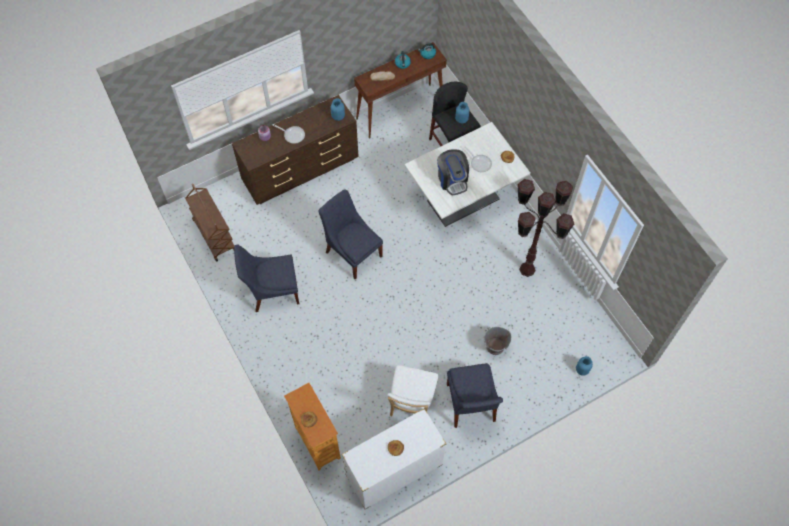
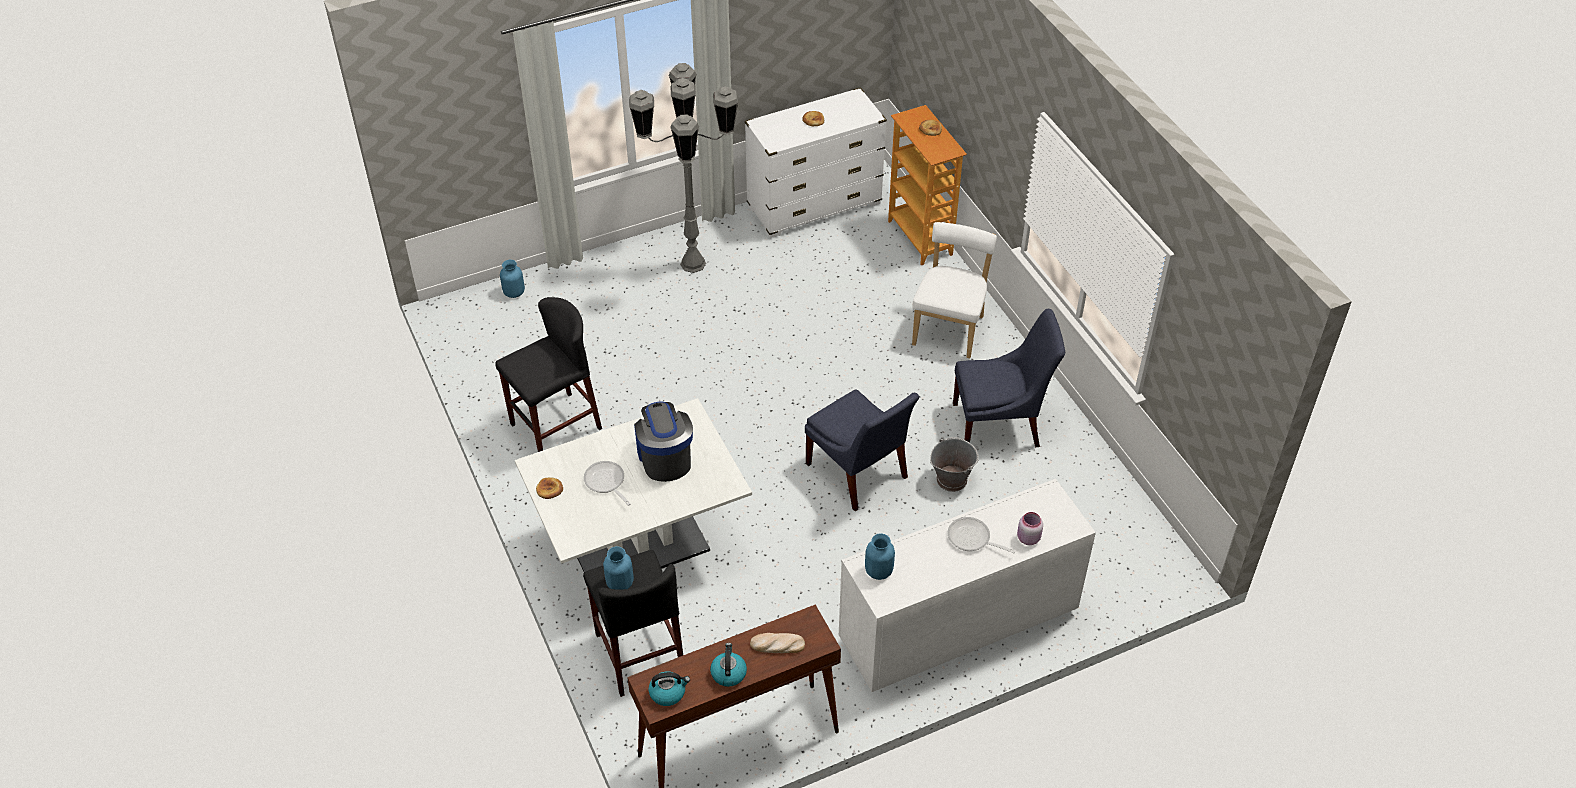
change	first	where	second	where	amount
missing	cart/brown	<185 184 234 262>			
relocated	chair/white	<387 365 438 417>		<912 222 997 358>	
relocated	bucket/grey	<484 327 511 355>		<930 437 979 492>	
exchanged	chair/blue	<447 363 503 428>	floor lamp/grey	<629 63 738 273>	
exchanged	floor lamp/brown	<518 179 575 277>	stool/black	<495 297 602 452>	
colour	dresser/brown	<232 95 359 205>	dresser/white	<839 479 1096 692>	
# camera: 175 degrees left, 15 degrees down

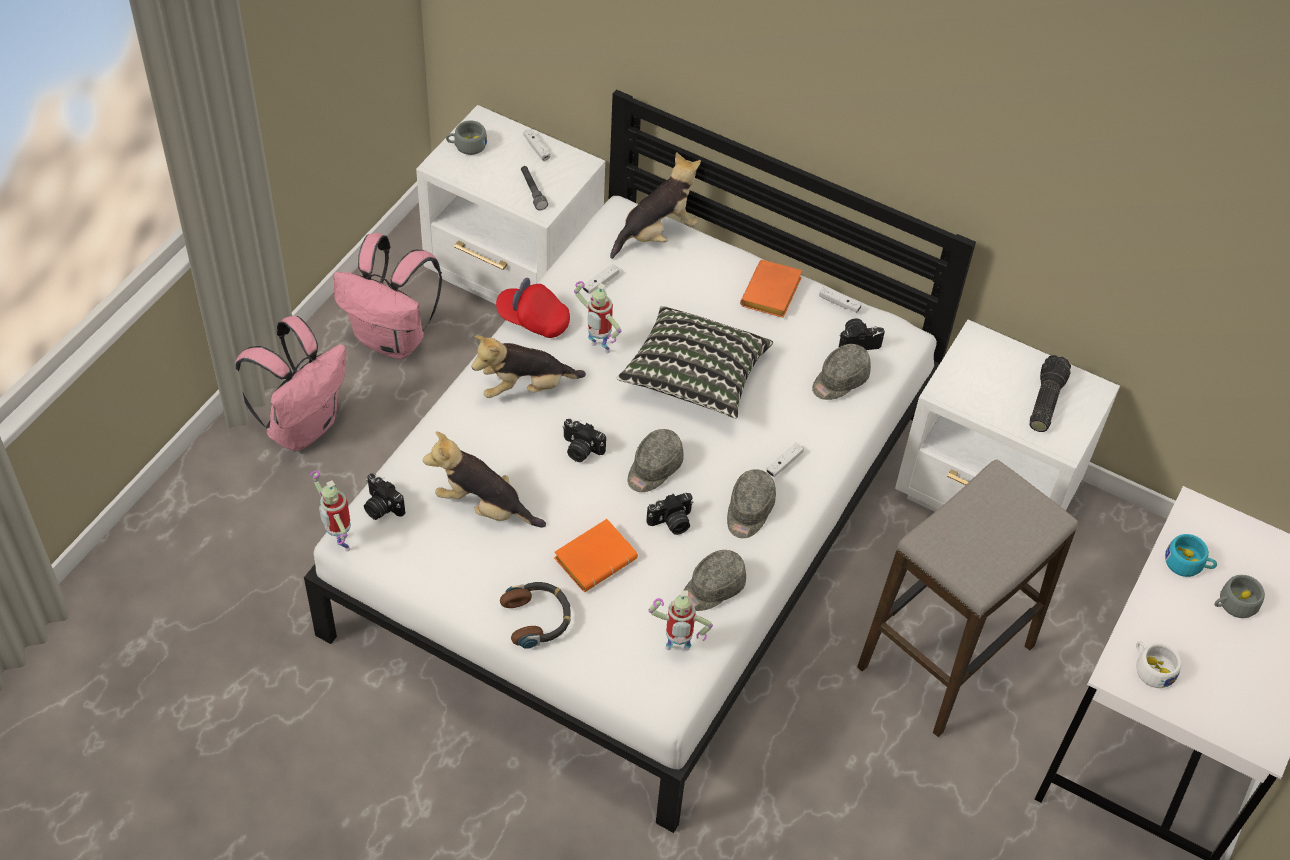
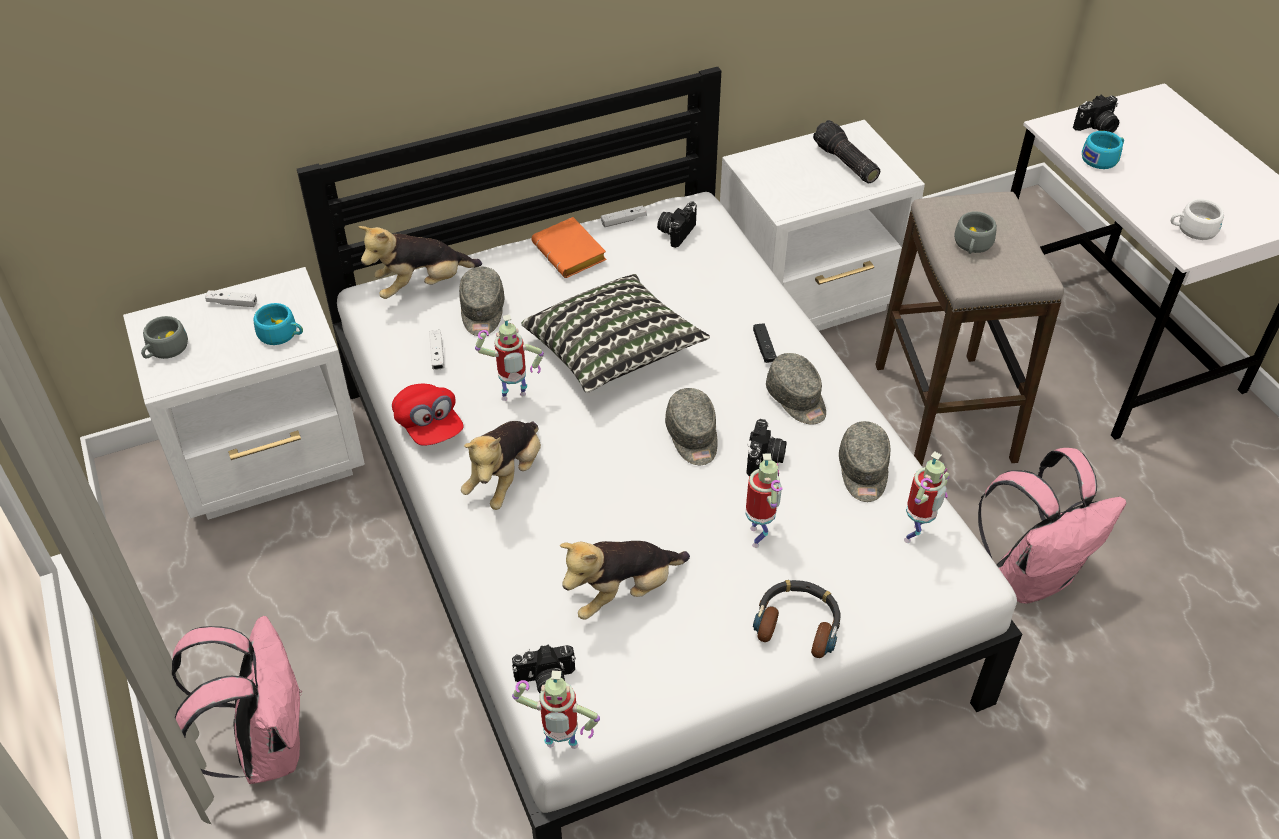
change	first	where	second	where	amount
relocated	backpack/pink	<333 233 442 359>		<978 448 1126 603>	
relocated	photo camera	<562 419 606 462>		<1073 95 1119 133>	
relocated	cap/grey	<812 344 871 400>		<459 266 505 336>	
relocated	cup/grey	<1215 575 1265 618>		<954 211 997 254>	
exchanged	flashlight/grey	<521 166 548 211>	cup/turquoise	<253 303 303 345>	
exchanged	book/orange	<554 519 638 592>	toy robot	<745 453 783 548>	
colour	game controller/white	<766 443 804 477>	game controller/black	<753 323 777 363>	
spun	cap/red	<496 278 570 338>		<392 384 464 446>	90 degrees counterclockwise
spun	plush toy	<610 152 701 259>		<359 226 482 299>	120 degrees counterclockwise
# camera: 50 degrees left, 5 degrees down

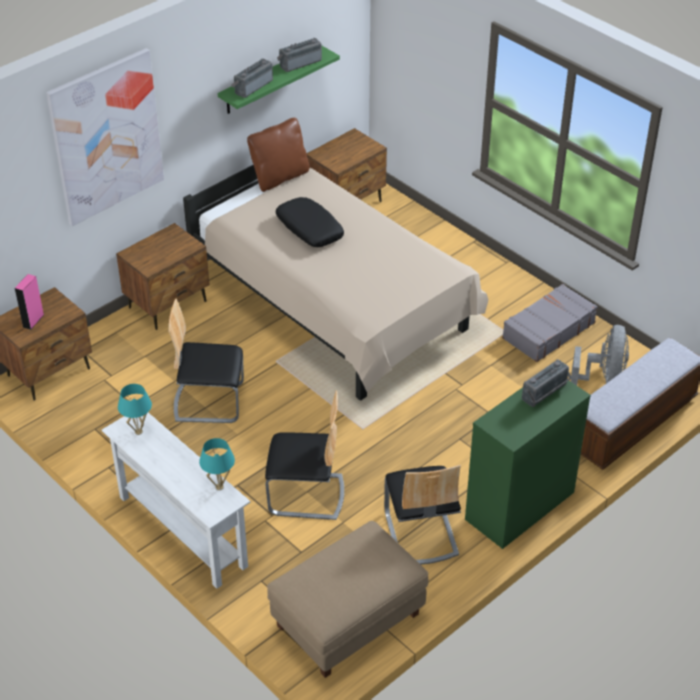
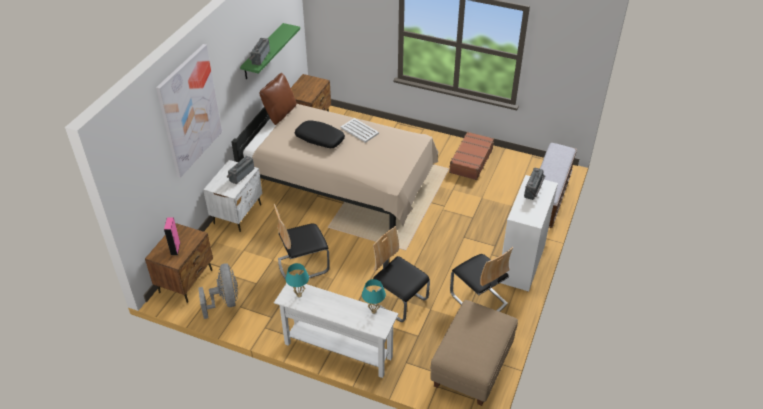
change	first	where	second	where	amount
appeared			tray/white	<341 118 379 143>	
relocated	radio	<277 38 322 72>		<226 156 254 184>	
relocated	fan/grey	<571 325 629 385>		<198 264 238 319>	
colour	nightstand/brown	<116 223 210 330>	nightstand/white	<203 160 262 232>	
colour	dresser/green	<465 381 591 549>	dresser/white	<501 175 558 291>	
colour	suitcase/grey	<502 284 598 362>	suitcase/brown	<449 132 494 180>	
spun	chair	<265 391 344 520>		<373 226 430 322>	120 degrees counterclockwise
# camera: 25 degrees left, 0 degrees up

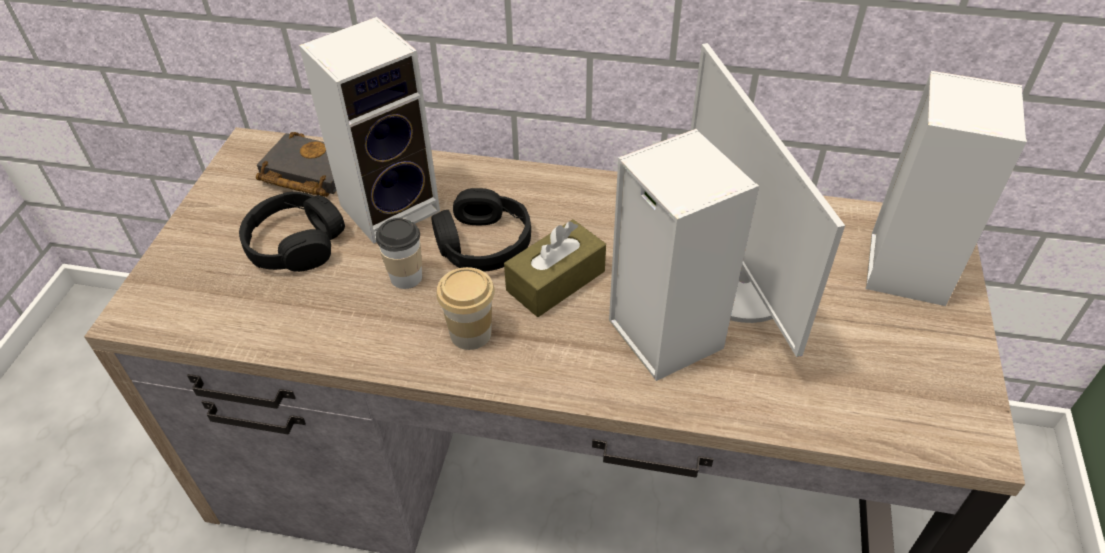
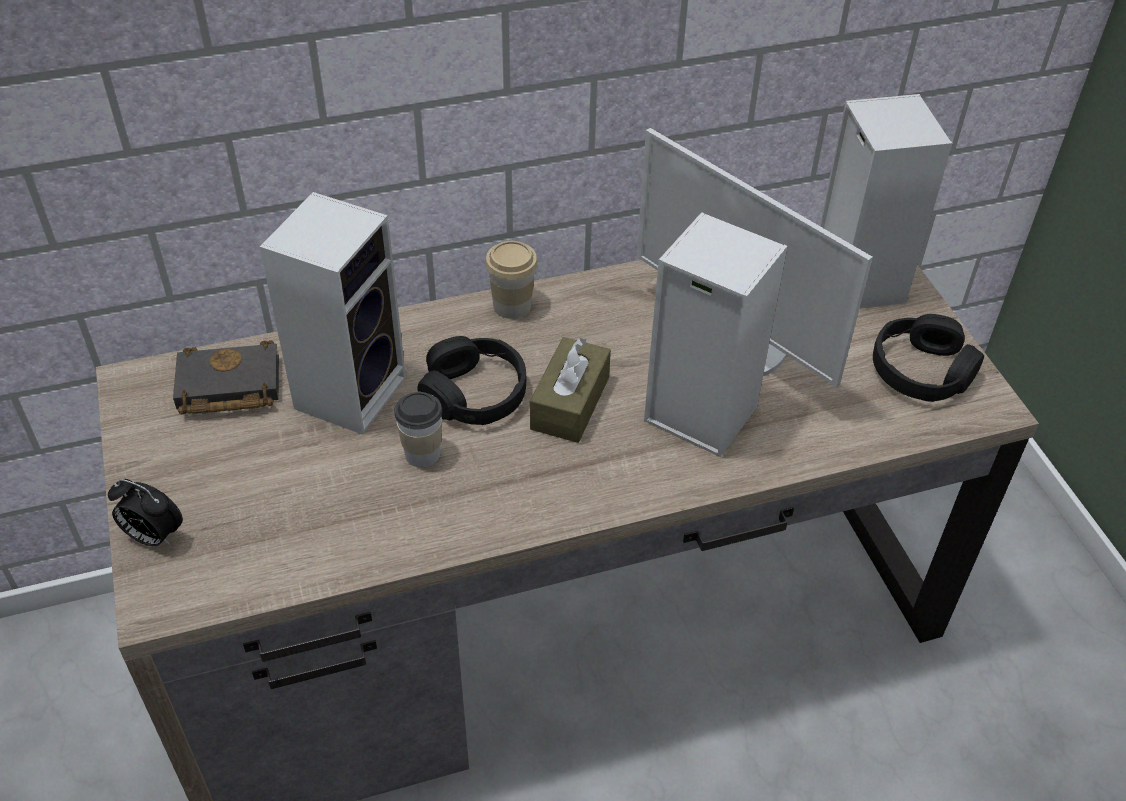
change	first	where	second	where	amount
appeared			alarm clock	<108 479 183 547>	
relocated	headphones/black	<239 191 345 272>		<873 314 984 402>	
relocated	cup	<436 267 495 350>		<485 241 538 319>	
# camera: 30 degrees left, 0 degrees up

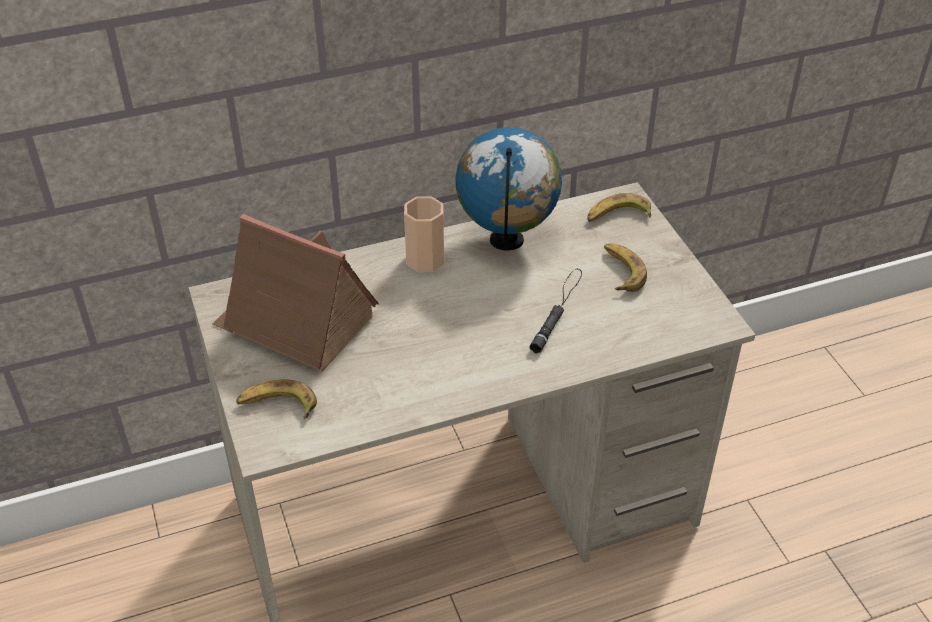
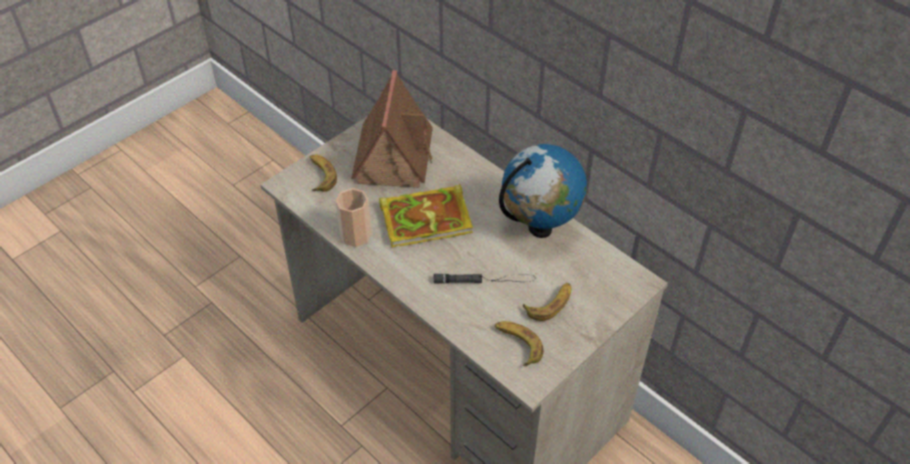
change	first	where	second	where	amount
appeared			book	<379 184 473 247>	
relocated	cup	<404 196 444 272>		<335 188 372 247>	
relocated	banana	<587 193 651 222>		<494 321 543 366>	
# camera: 65 degrees right, 5 degrees up

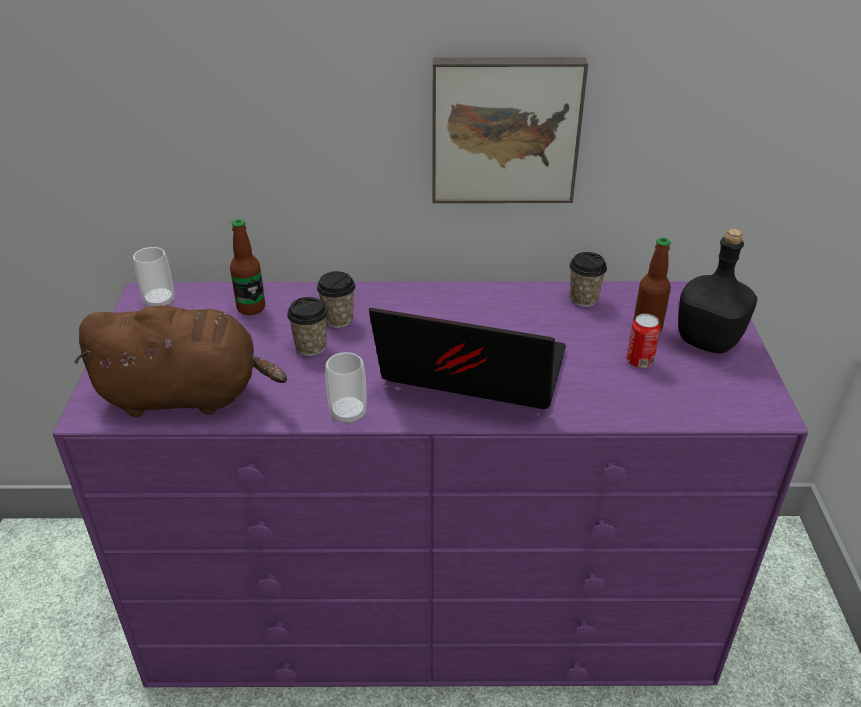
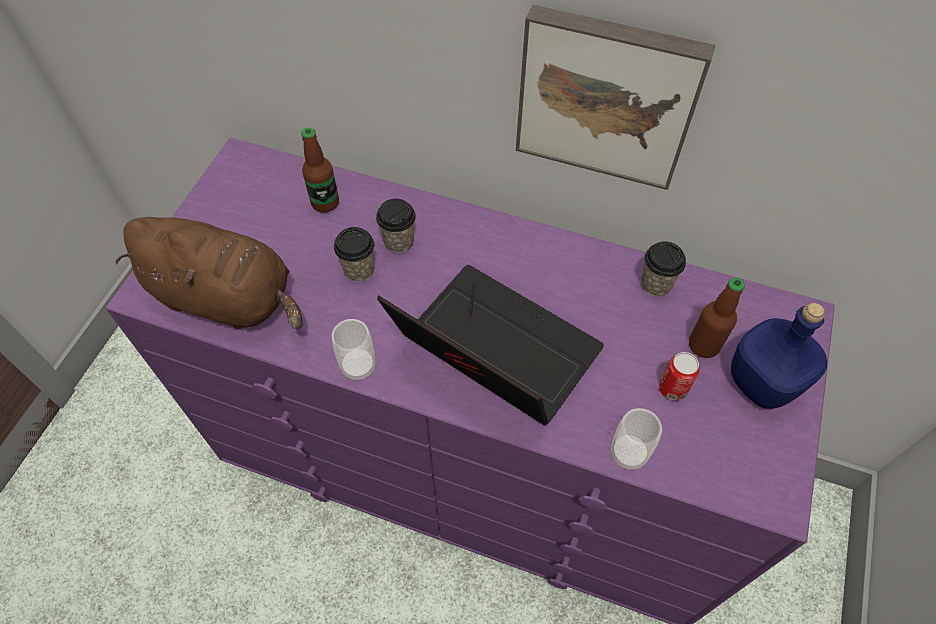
change	first	where	second	where	amount
relocated	cup	<133 247 175 307>		<611 408 662 470>	
colour	bottle/black	<678 229 757 354>	bottle/blue	<731 303 827 409>	
# camera: 20 degrees right, 20 degrees up

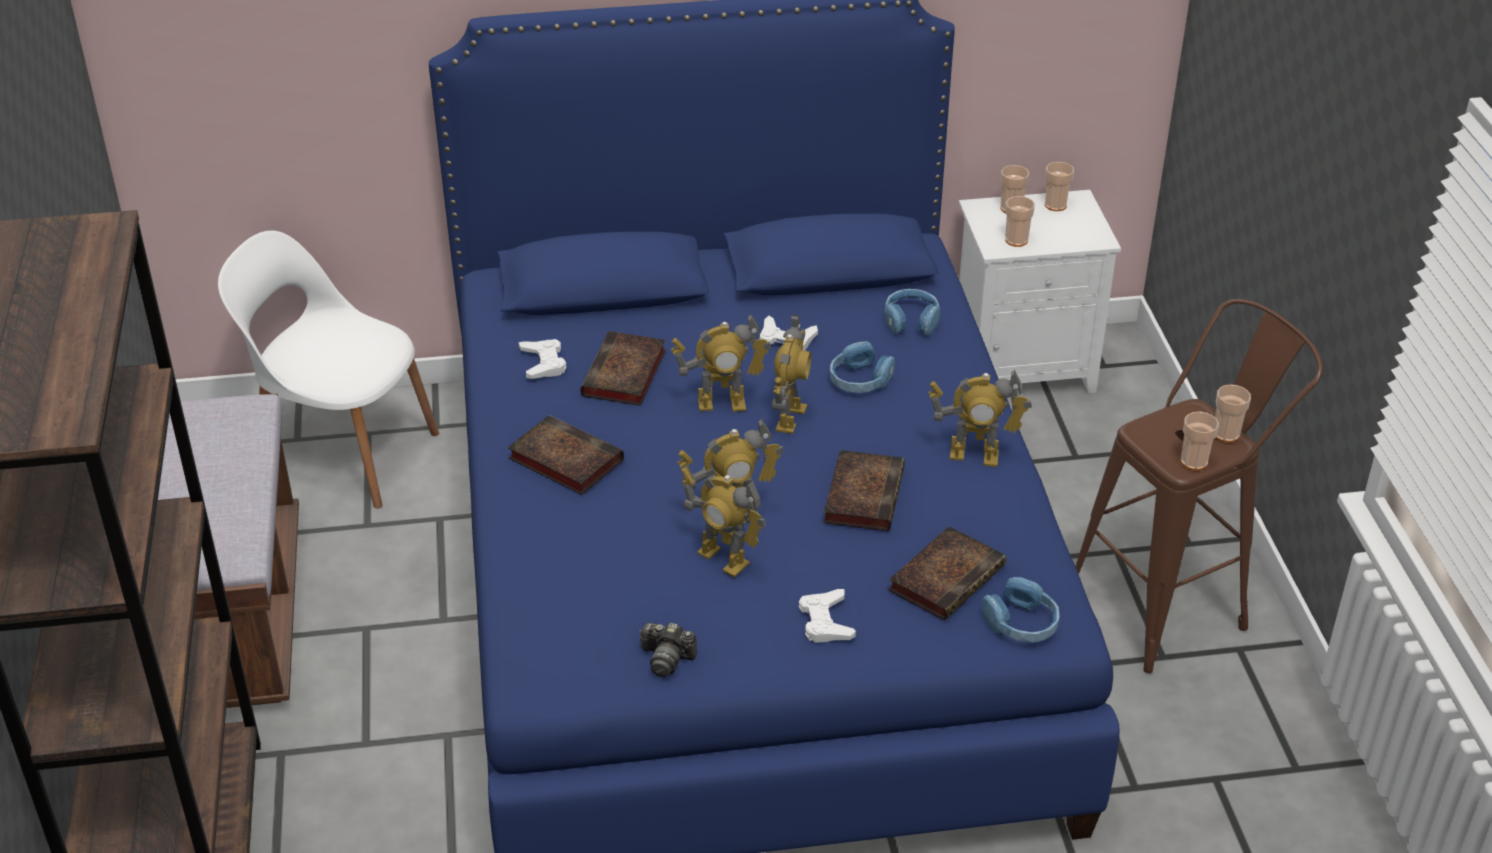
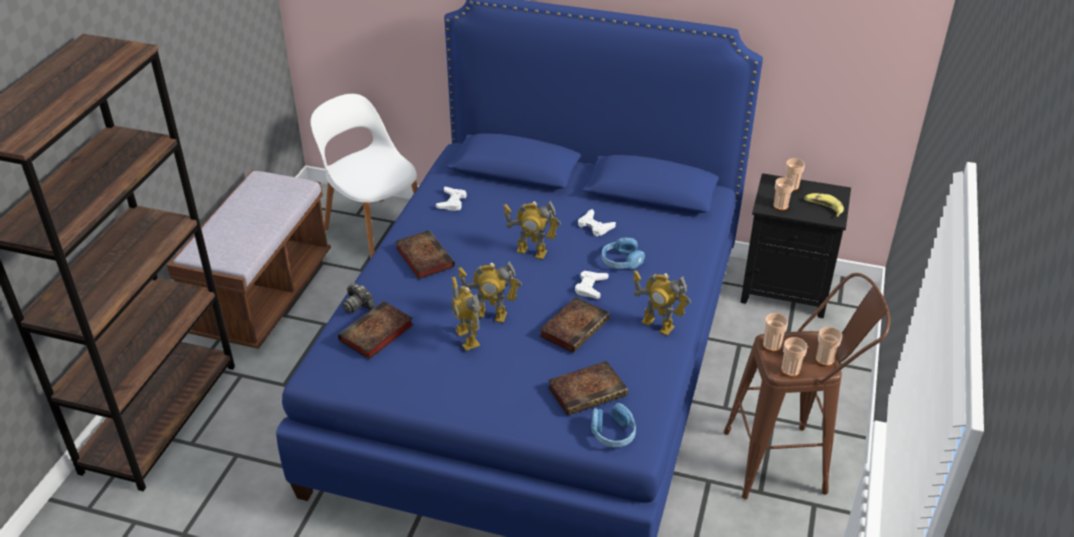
change	first	where	second	where	amount
missing	toy robot	<772 315 811 434>			
missing	headphones/blue	<884 289 940 336>			
appeared			banana	<804 193 844 217>	
relocated	book	<580 331 666 406>		<338 301 414 359>	
relocated	photo camera	<639 623 697 677>		<342 283 375 313>	
relocated	game controller/white	<799 589 856 643>		<575 271 609 299>	
relocated	cup	<1045 162 1074 211>		<763 313 788 352>	
colour	nightstand/white	<959 190 1121 393>	nightstand/black	<740 173 851 318>	
# camera: 25 degrees right, 0 degrees up

